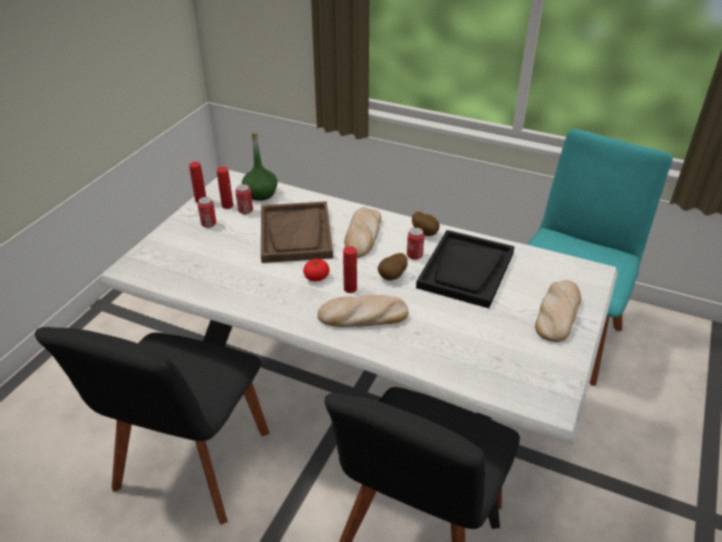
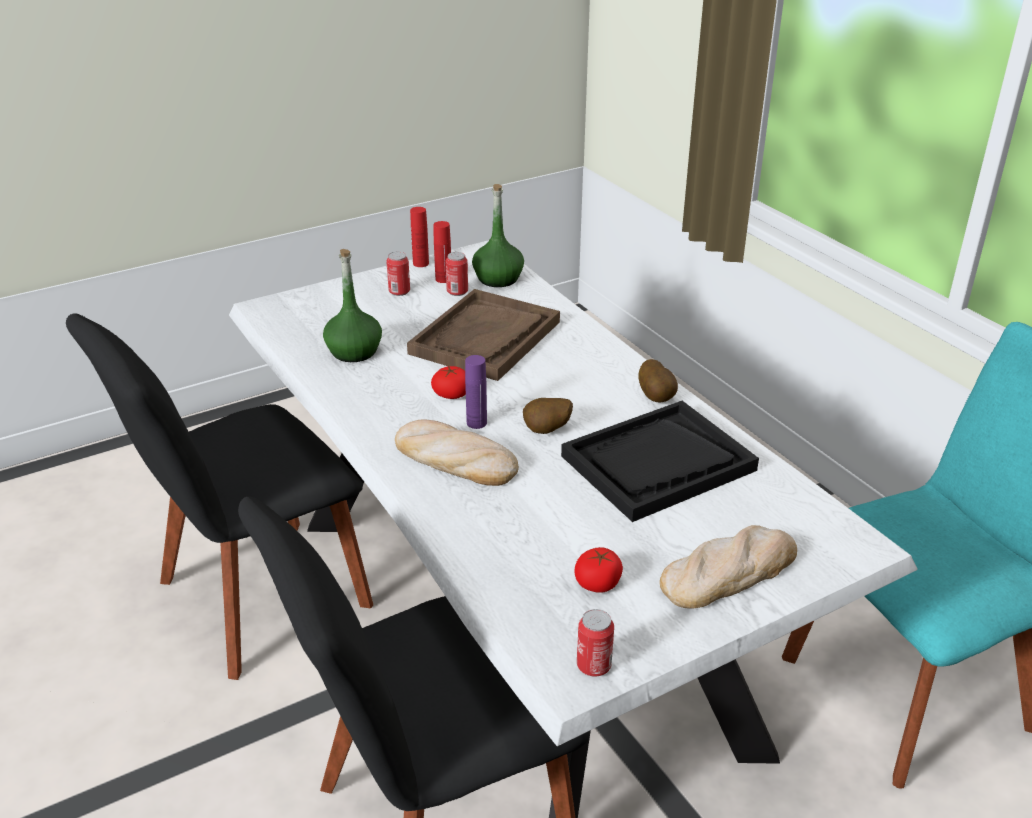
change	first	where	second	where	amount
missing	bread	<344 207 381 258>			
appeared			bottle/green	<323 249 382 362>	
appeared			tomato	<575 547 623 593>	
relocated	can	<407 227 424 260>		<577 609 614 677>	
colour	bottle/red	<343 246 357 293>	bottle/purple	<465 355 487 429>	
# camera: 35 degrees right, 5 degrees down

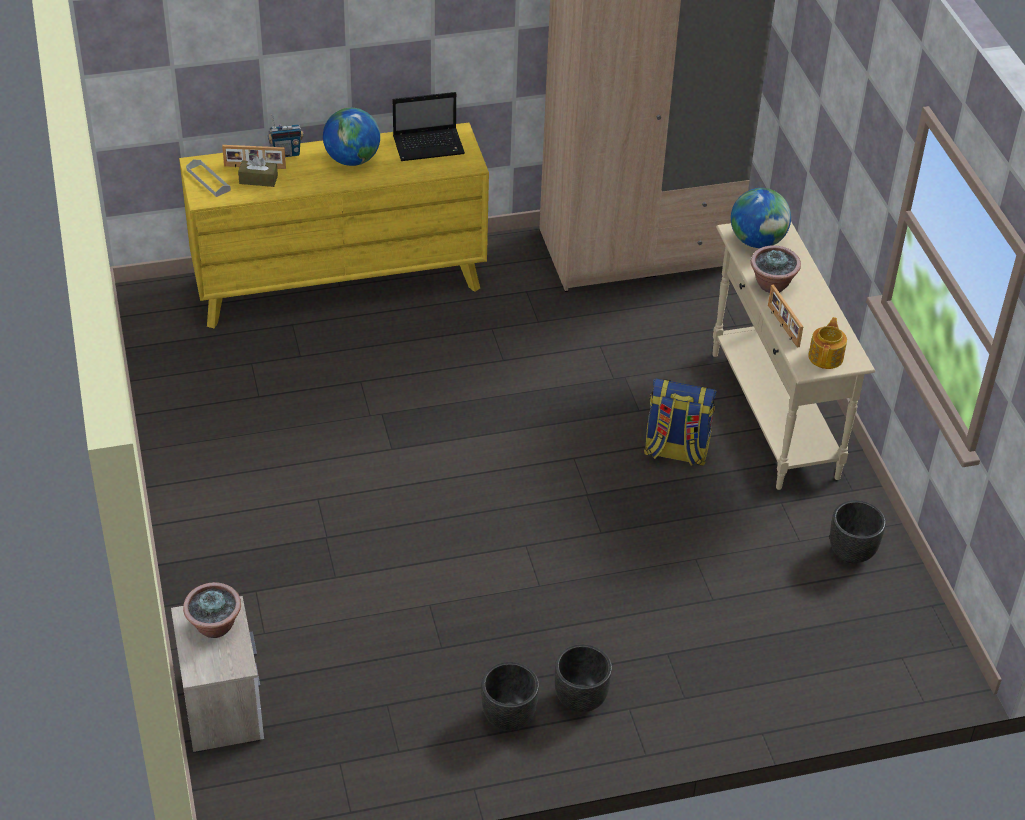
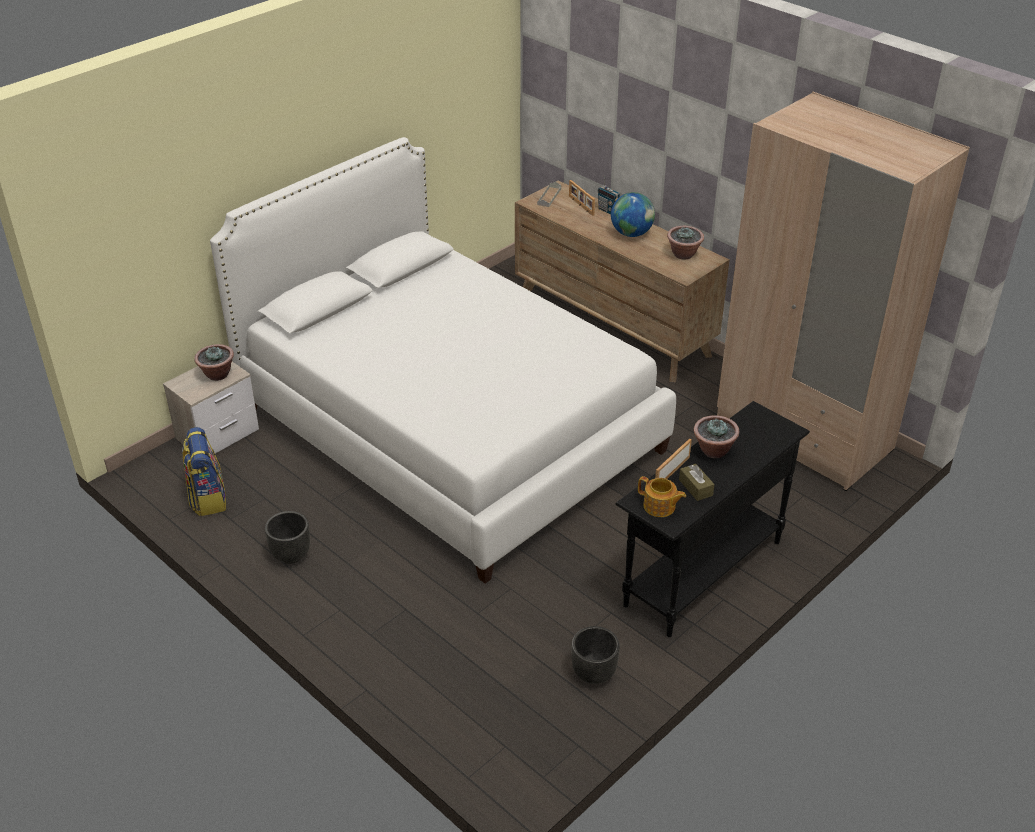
change	first	where	second	where	amount
missing	planter/black	<555 644 612 712>			
missing	globe	<731 188 791 248>			
appeared			bed/white	<210 137 676 583>	
relocated	tissue box/brown	<238 156 278 187>		<679 464 715 501>	
relocated	backpack	<644 379 717 466>		<182 427 226 516>	
exchanged	laptop	<393 92 465 161>	potted plant	<667 226 704 259>	
colour	dresser/yellow	<179 123 489 328>	dresser/brown	<515 180 730 382>	
colour	console table/beige	<712 222 875 490>	console table/black	<615 401 810 637>	
spun	teapot	<808 317 847 369>		<638 476 686 517>	45 degrees clockwise
# camera: 60 degrees right, 5 degrees down

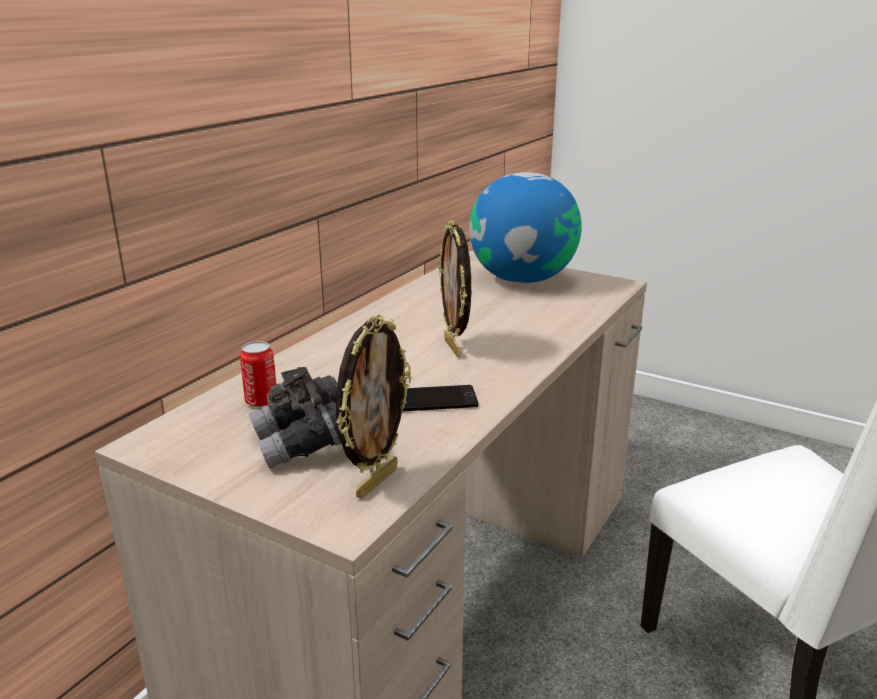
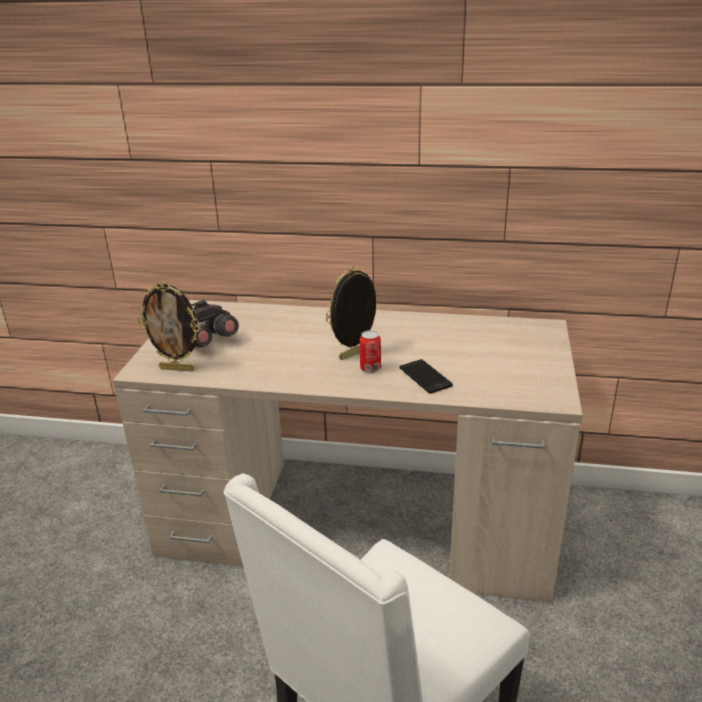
change	first	where	second	where	amount
missing	globe	<469 172 582 283>			
relocated	can	<240 341 276 407>		<360 330 381 373>	
relocated	phone	<403 385 478 411>		<400 359 453 394>	
# camera: 70 degrees right, 5 degrees up

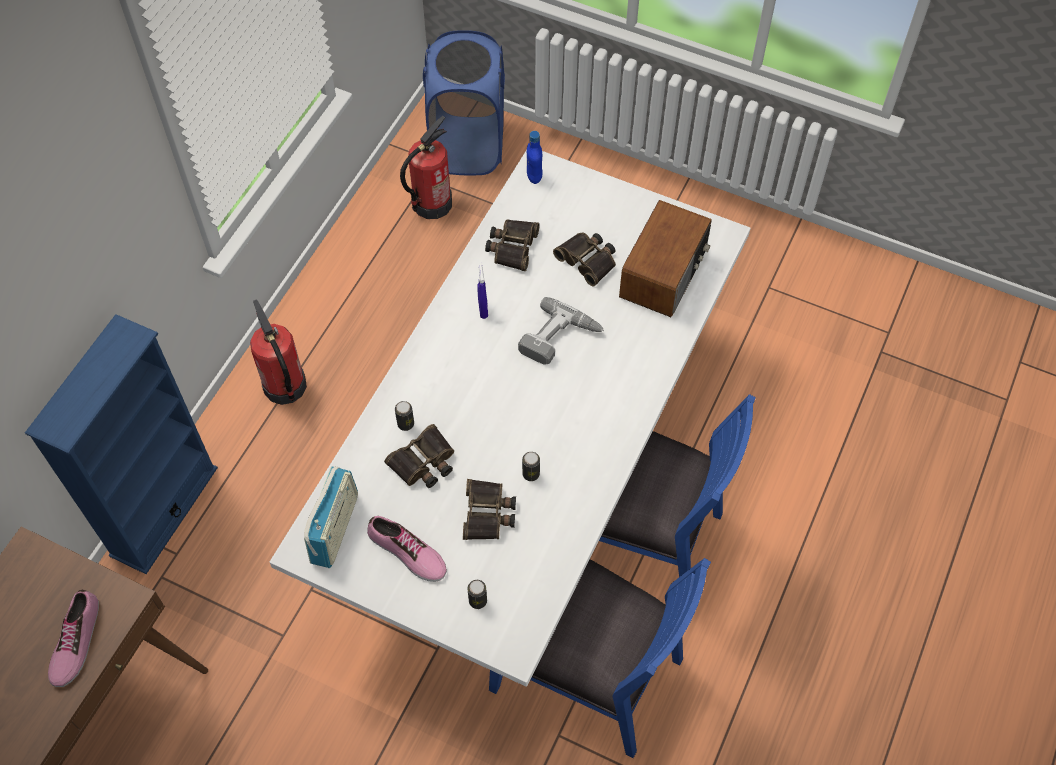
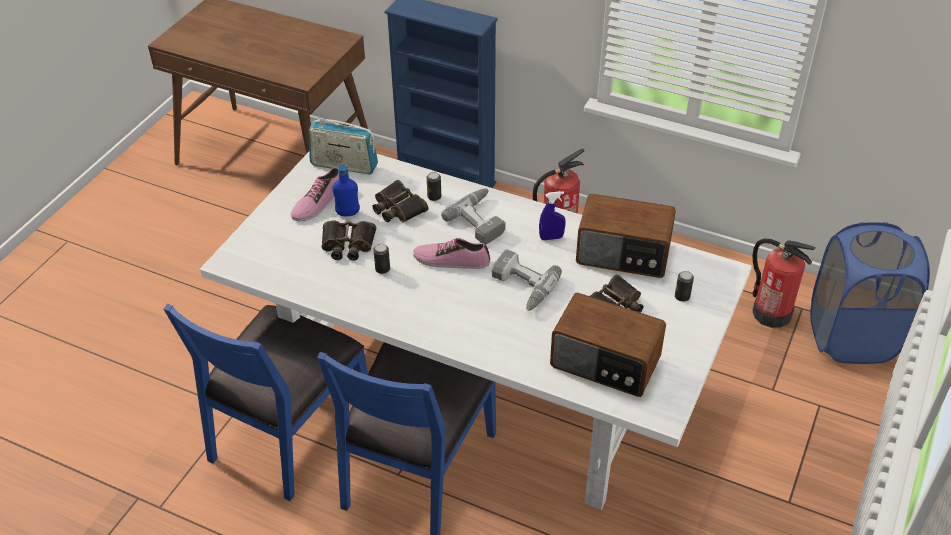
change	first	where	second	where	amount
appeared			power drill	<441 188 506 245>	
relocated	shoe	<48 590 99 687>		<414 238 490 269>	
relocated	can	<468 580 487 609>		<675 271 694 302>	
relocated	bottle/blue	<527 131 543 184>		<332 165 360 216>	
exchanged	binoculars	<485 220 539 271>	radio	<576 194 676 278>	
# camera: 90 degrees right, 15 degrees down

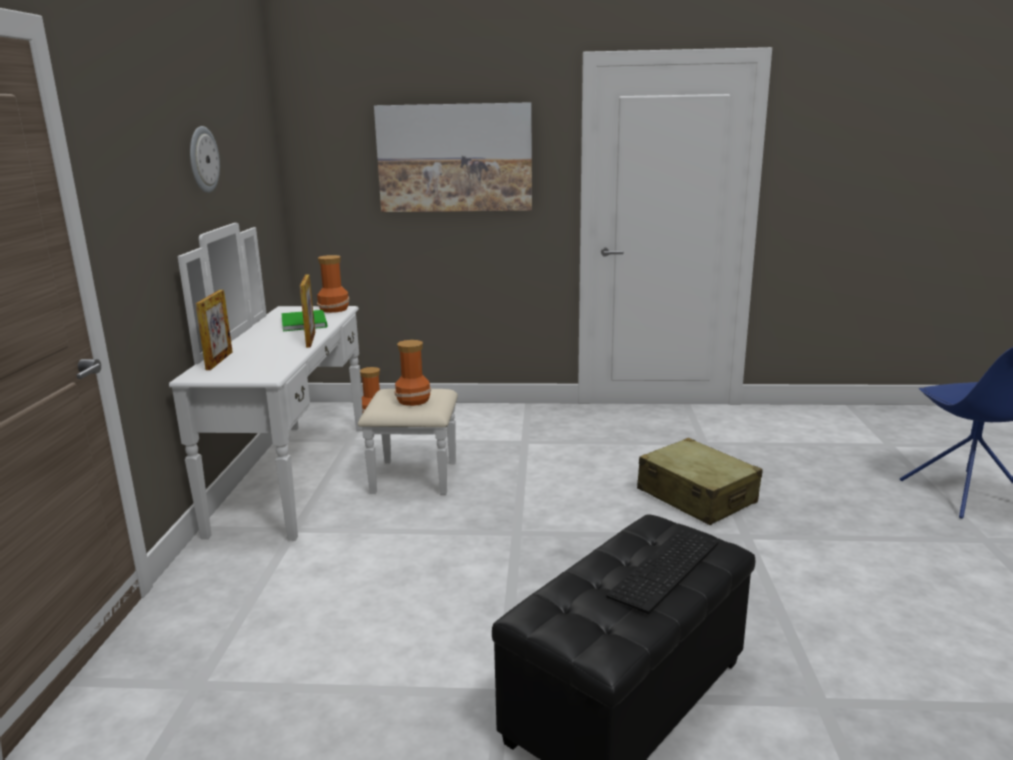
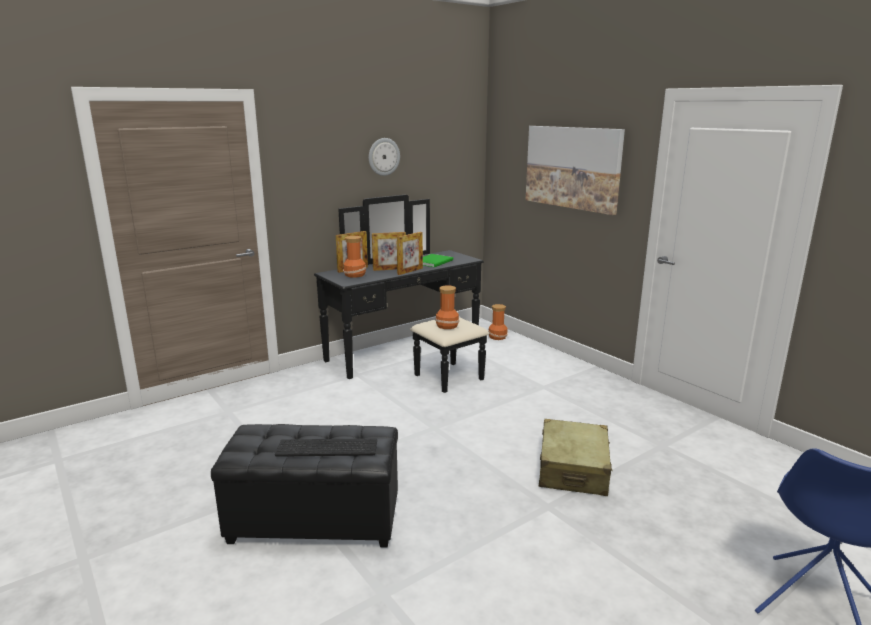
change	first	where	second	where	amount
appeared			picture frame	<372 232 406 271>	
relocated	vase	<317 255 349 313>		<343 236 366 278>	
colour	dresser/white	<169 223 458 541>	dresser/black	<314 195 489 393>	
# camera: 50 degrees right, 0 degrees up

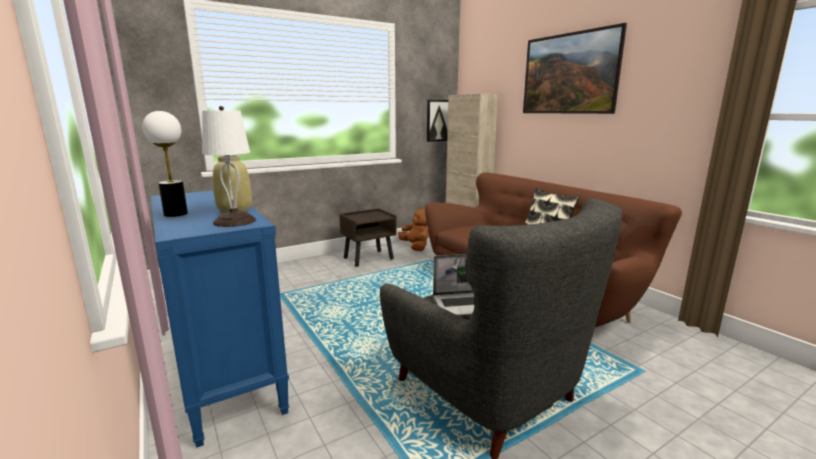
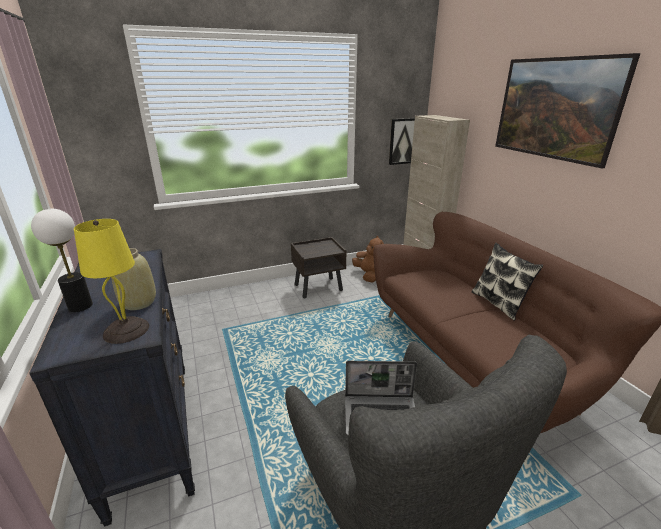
change	first	where	second	where	amount
colour	dresser/blue	<151 191 290 448>	dresser/black	<29 249 195 526>	
colour	table lamp/white	<202 106 256 227>	table lamp/yellow	<74 219 149 344>	
# camera: 10 degrees right, 10 degrees up

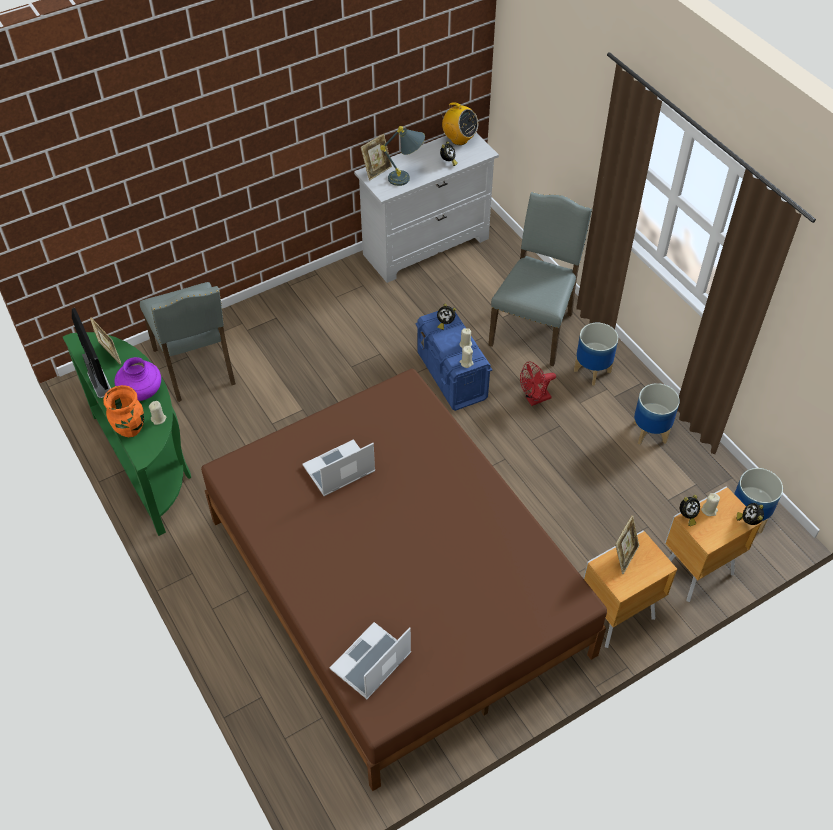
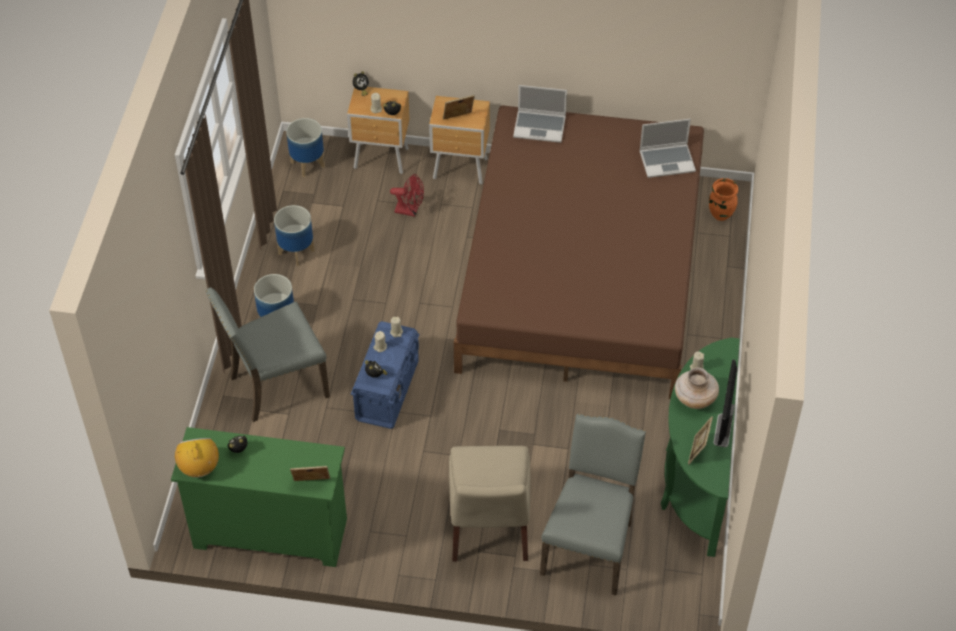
change	first	where	second	where	amount
missing	table lamp/grey	<380 126 425 186>			
appeared			chair/beige	<449 446 530 562>	
relocated	vase/orange	<103 385 144 437>		<709 178 738 221>	
relocated	laptop	<302 439 375 496>		<513 85 567 143>	
relocated	fan/red	<520 361 556 406>		<390 174 424 217>	
colour	vase/purple	<115 357 161 401>	vase/beige	<675 367 719 409>	
colour	dresser/white	<354 133 499 283>	dresser/green	<171 427 347 567>	
# camera: 140 degrees left, 0 degrees up

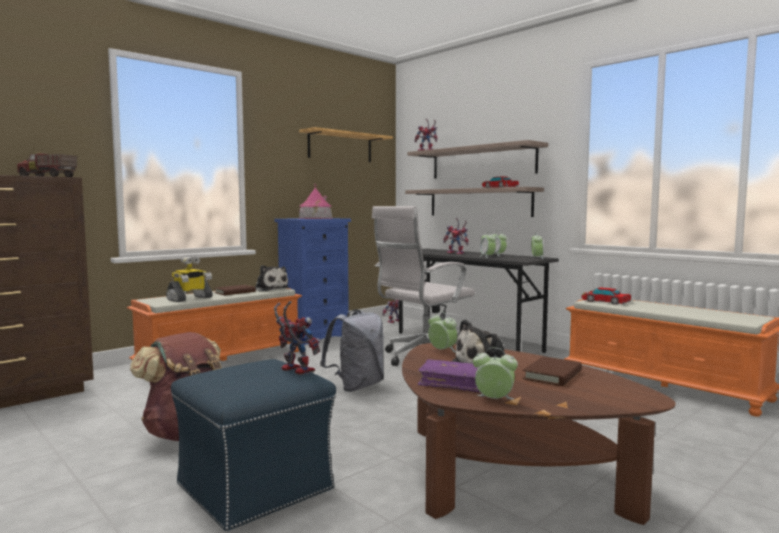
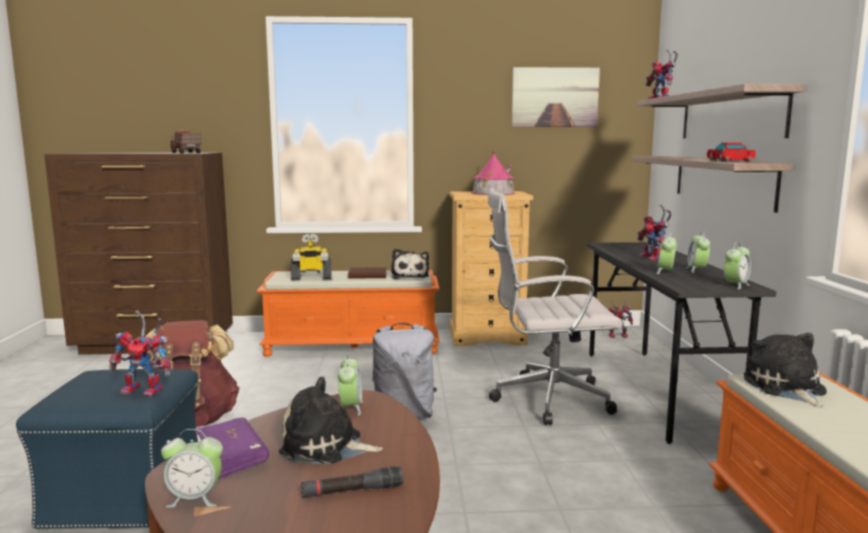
change	first	where	second	where	amount
exchanged	shelf	<299 127 393 162>	picture	<512 67 600 127>	
exchanged	book/brown	<522 356 582 386>	flashlight/black	<301 466 403 498>	
exchanged	toy car	<582 287 631 305>	plush toy	<744 333 827 407>	
colour	dresser/blue	<274 218 351 345>	dresser/beige	<449 191 533 346>	
spun	toy robot	<274 301 321 375>		<109 311 171 396>	105 degrees clockwise
spun	alarm clock	<473 348 518 400>		<161 429 223 508>	120 degrees clockwise
# camera: 40 degrees right, 5 degrees up

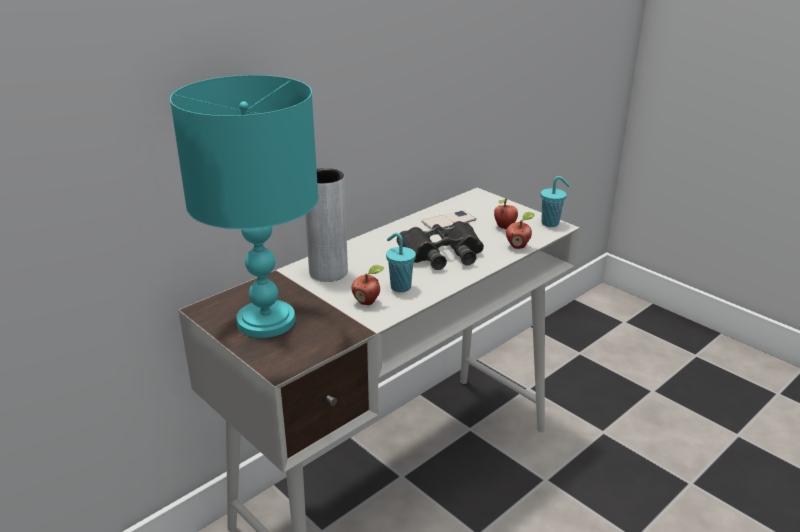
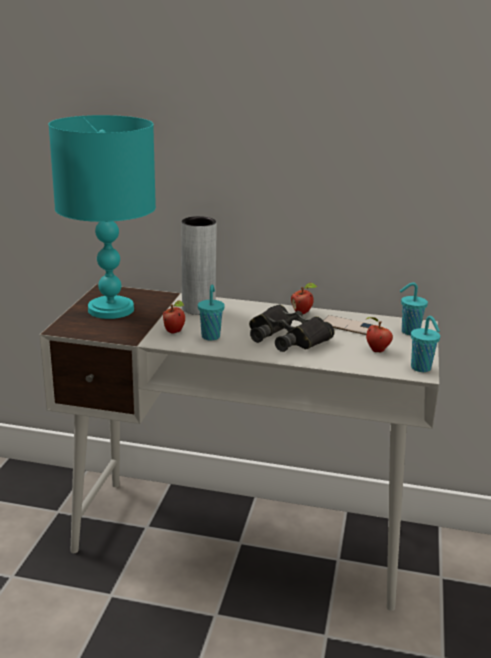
change	first	where	second	where	amount
appeared			cup/turquoise	<400 283 428 335>	
relocated	apple	<506 212 534 249>		<291 283 317 314>	
# camera: 55 degrees right, 5 degrees down

